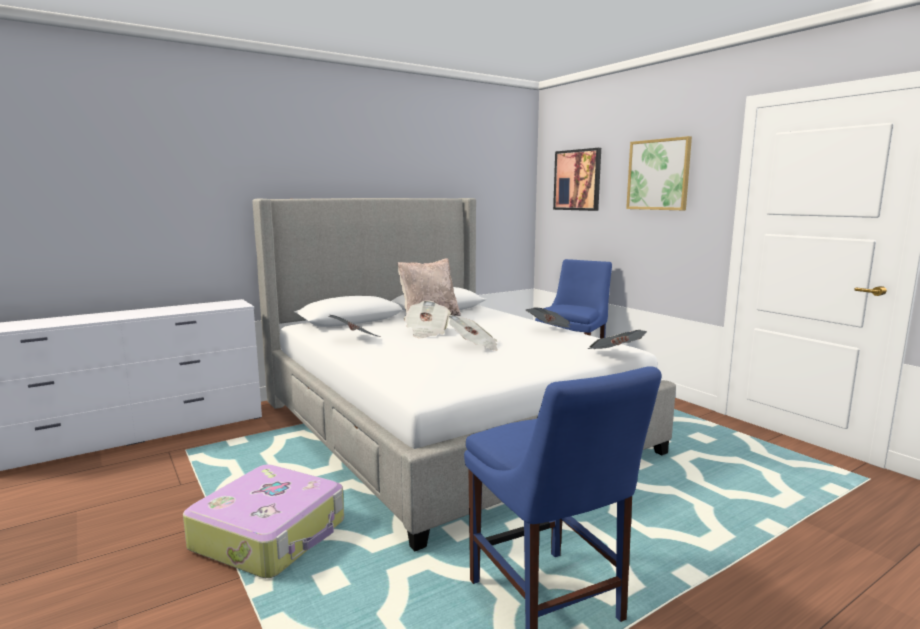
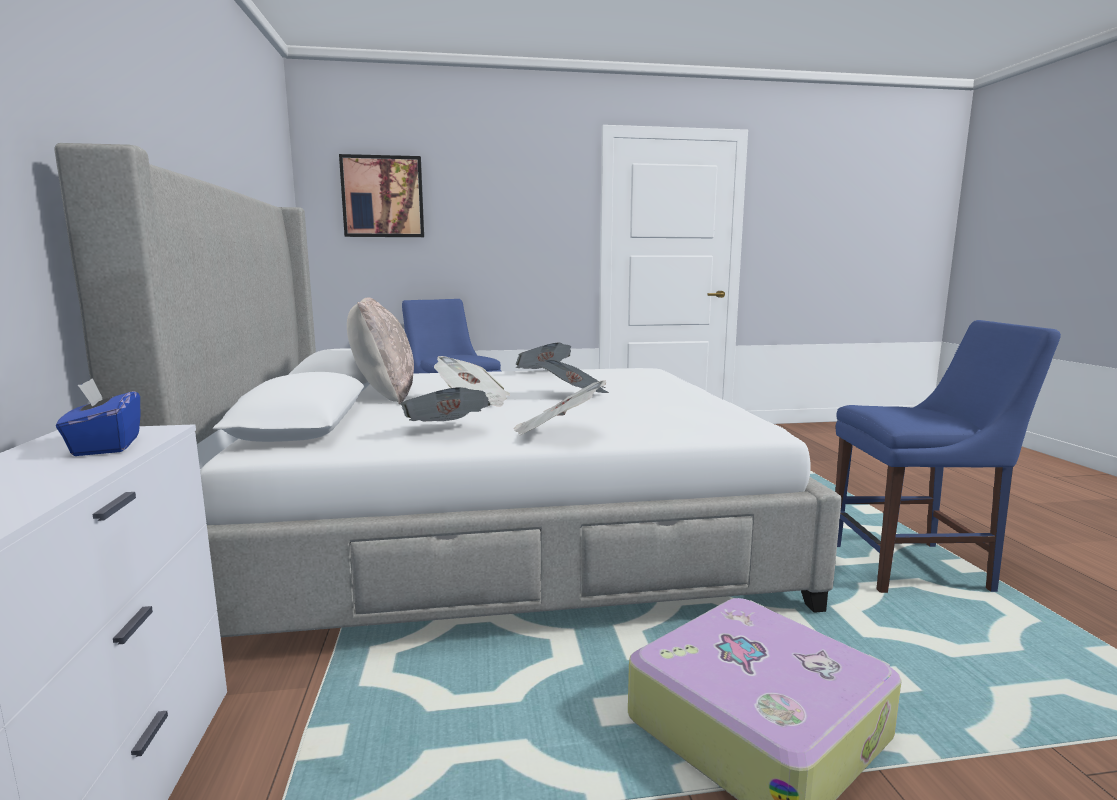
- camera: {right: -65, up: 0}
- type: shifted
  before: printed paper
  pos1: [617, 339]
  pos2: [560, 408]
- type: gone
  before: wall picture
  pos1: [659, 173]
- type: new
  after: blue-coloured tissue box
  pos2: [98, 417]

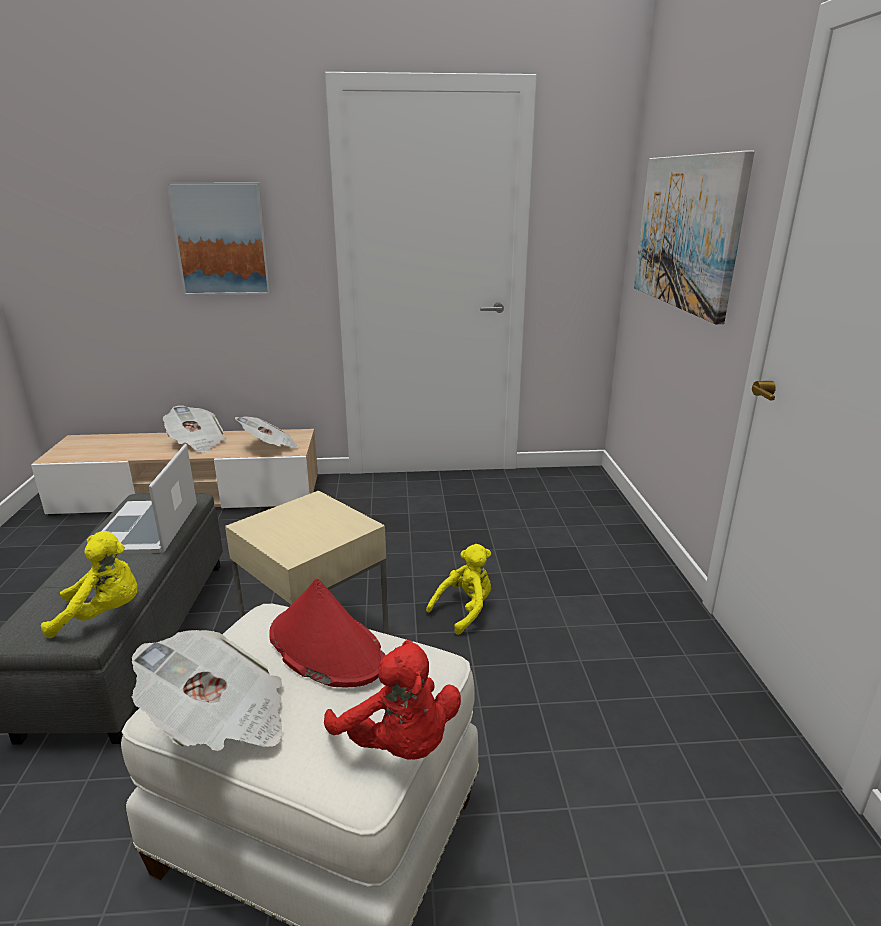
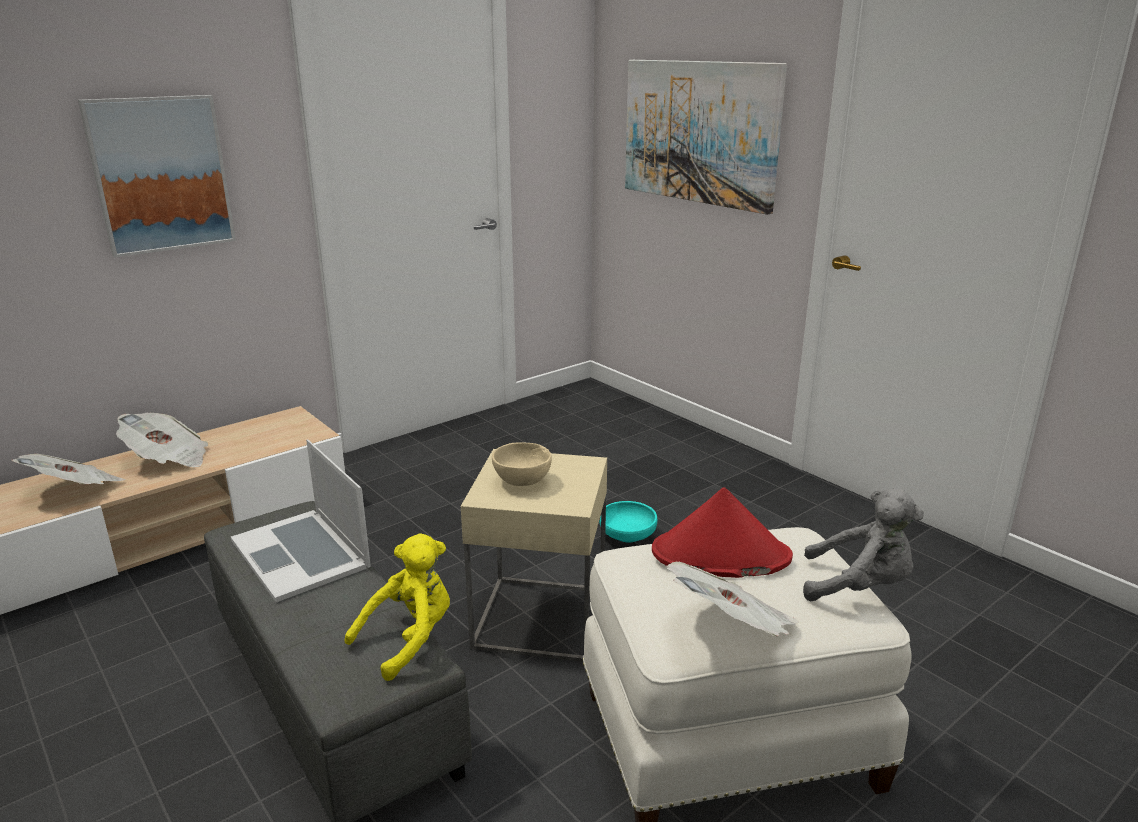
- camera: {right: -35, up: 0}
- type: shifted
  before: printed paper
  pos1: [267, 432]
  pos2: [68, 469]
- type: repainted
  before: reddish plush toy
  after: grey plush toy
  pos1: [392, 700]
  pos2: [863, 545]
- type: swapped
  before: yellowish plush toy
  after: turquoise deep dish
  pos1: [458, 589]
  pos2: [628, 521]
- type: new
  after: beige deep dish
  pos2: [522, 464]

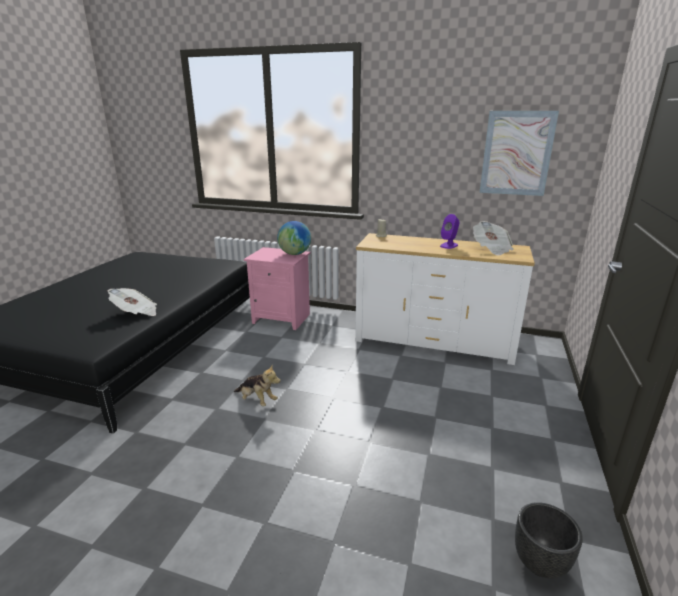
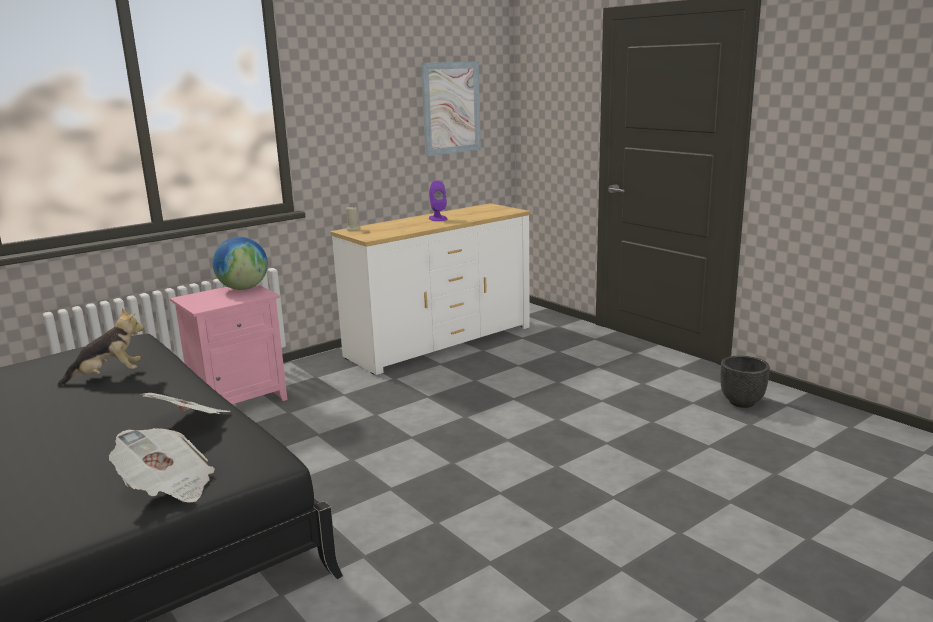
- camera: {right: -55, up: -5}
- type: shifted
  before: plush toy
  pos1: [257, 386]
  pos2: [101, 347]
- type: shifted
  before: printed paper
  pos1: [493, 238]
  pos2: [162, 465]

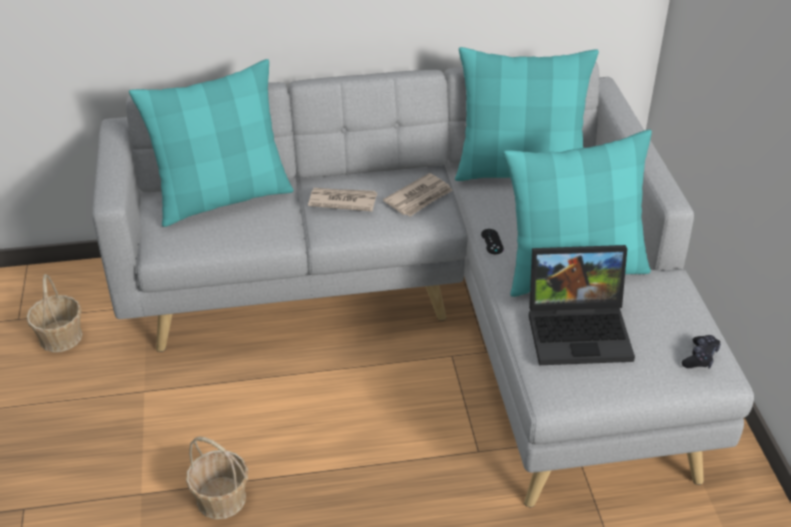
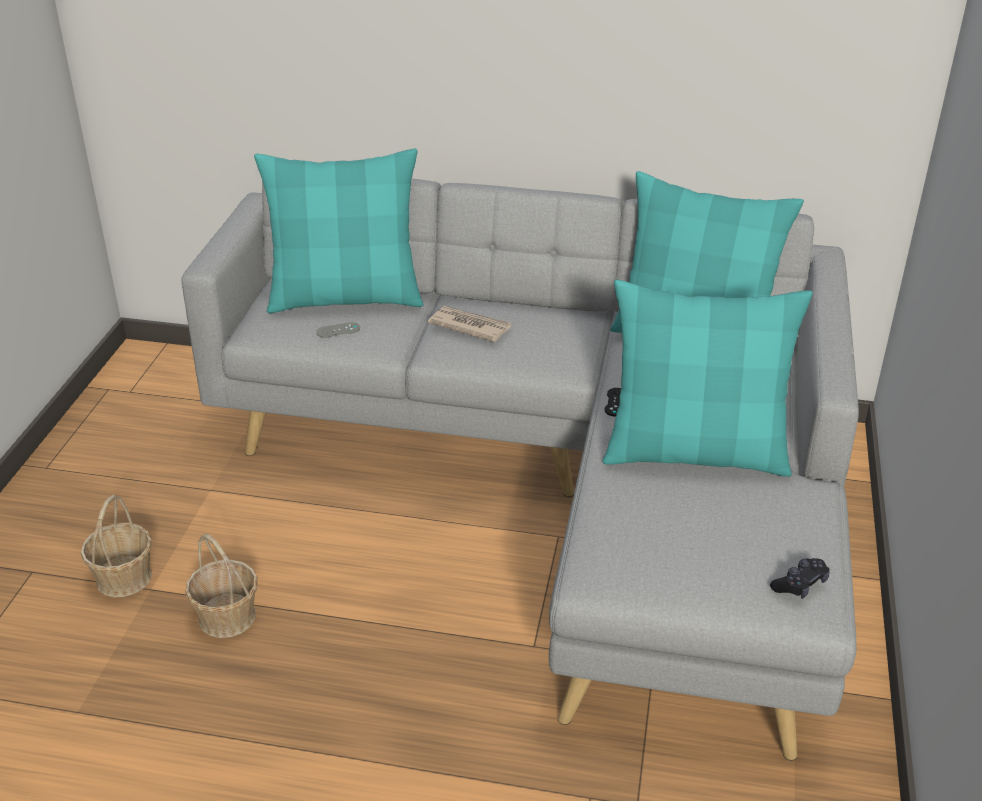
- camera: {right: 20, up: -5}
- type: shifted
  before: basket
  pos1: [55, 313]
  pos2: [116, 546]
- type: gone
  before: printed paper
  pos1: [418, 194]
- type: gone
  before: laptop
  pos1: [582, 305]
- type: new
  after: grey game controller
  pos2: [338, 330]

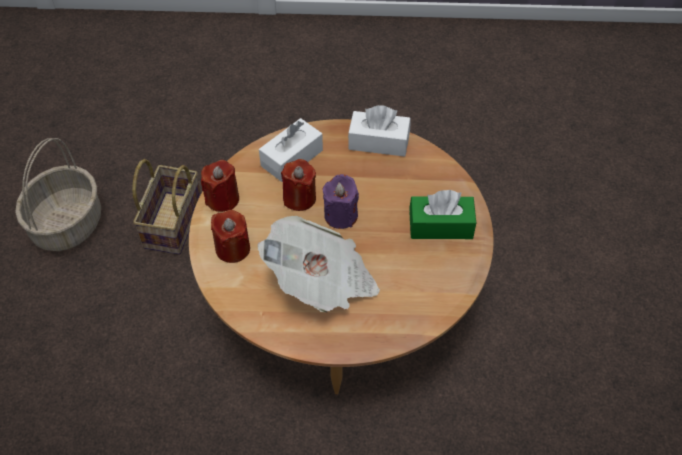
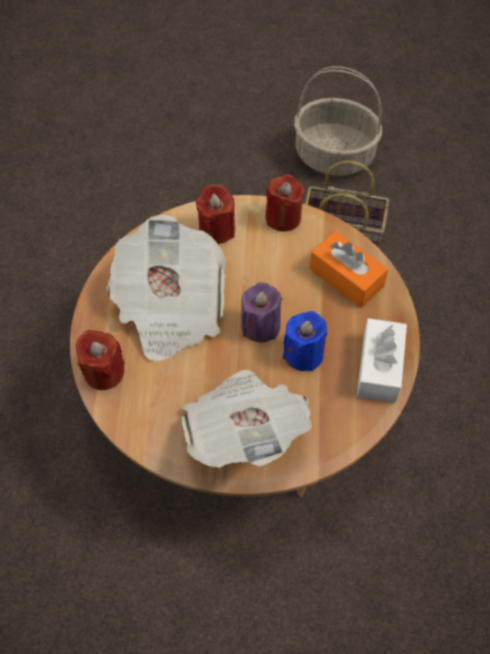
- camera: {right: 90, up: 5}
- type: repainted
  before: white tissue box
  after: orange-coloured tissue box
  pos1: [291, 150]
  pos2: [348, 269]
- type: shifted
  before: reddish candle
  pos1: [298, 185]
  pos2: [100, 360]
- type: swapped
  before: green-coloured tissue box
  after: printed paper
  pos1: [442, 214]
  pos2: [247, 419]
- type: new
  after: blue-coloured candle
  pos2: [305, 341]

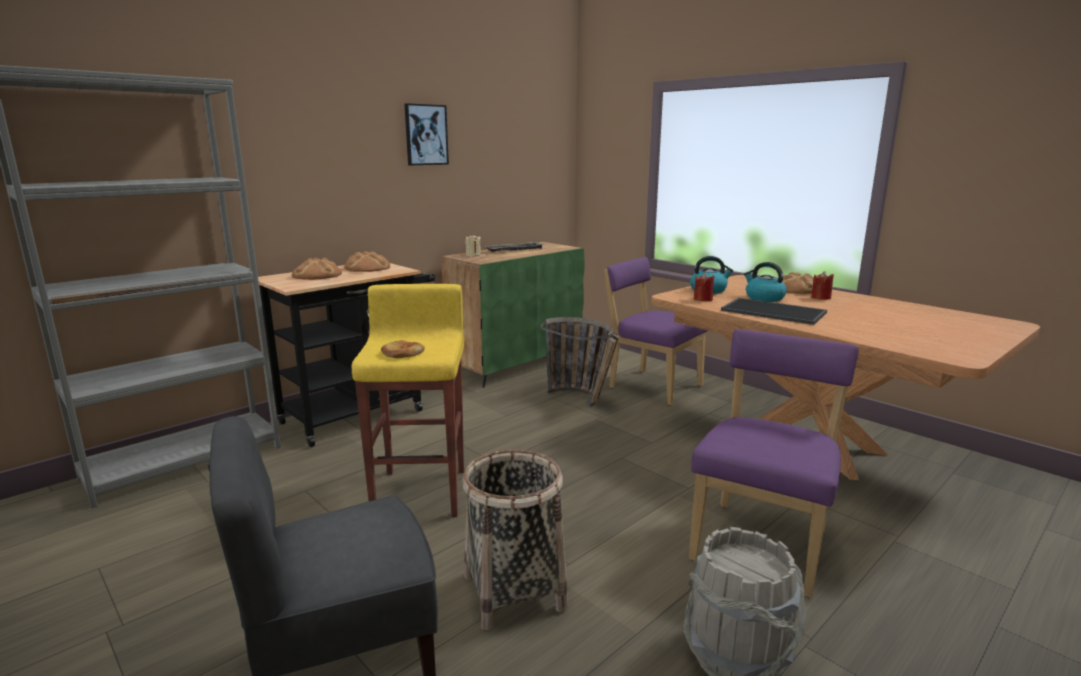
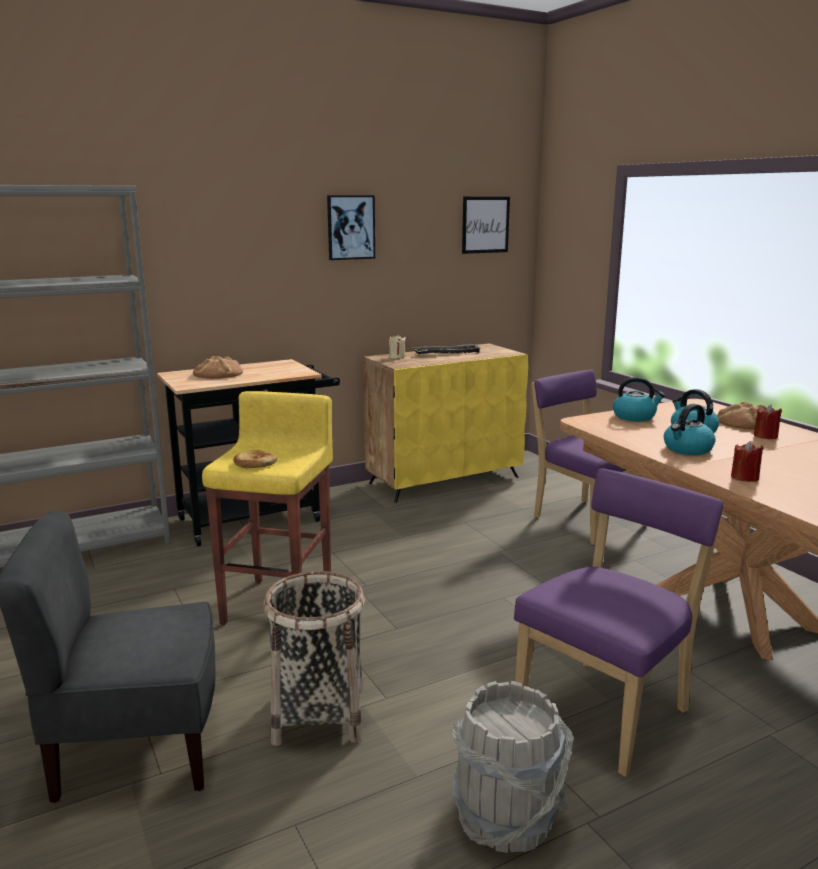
- camera: {right: 15, up: 0}
- type: gone
  before: bread
  pos1: [367, 261]
- type: repainted
  before: green-coloured cupboard
  after: yellowish cupboard
  pos1: [513, 315]
  pos2: [445, 423]
- type: gone
  before: basket
  pos1: [579, 362]
- type: shifted
  before: reddish candle
  pos1: [704, 287]
  pos2: [747, 461]
- type: swapped
  before: serving tray
  after: tea kettle
  pos1: [774, 311]
  pos2: [690, 429]
- type: new
  after: wall picture
  pos2: [486, 225]

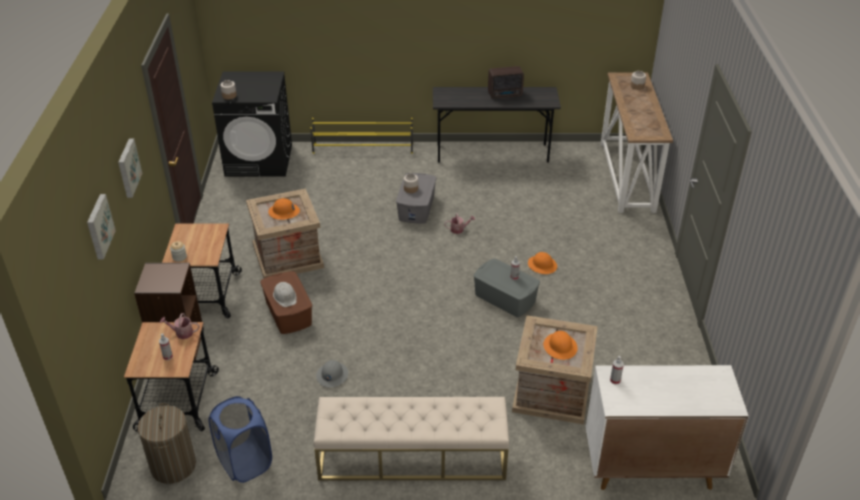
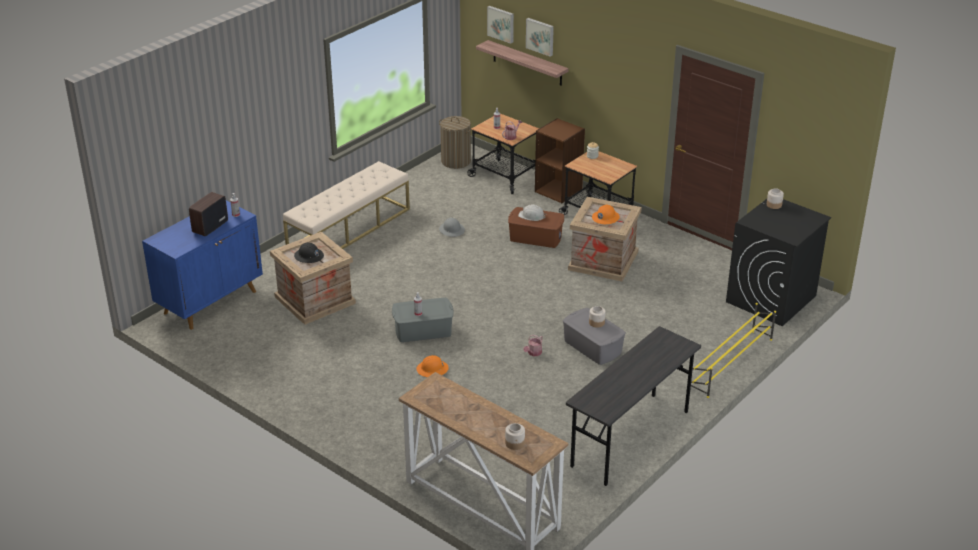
- camera: {right: 130, up: -5}
- type: shifted
  before: wall picture
  pos1: [130, 168]
  pos2: [500, 25]
- type: gone
  before: blue-coloured hamper
  pos1: [240, 439]
- type: shifted
  before: radio receiver
  pos1: [506, 82]
  pos2: [208, 214]
- type: repainted
  before: orange-coloured safety helmet
  after: black-coloured safety helmet
  pos1: [560, 345]
  pos2: [309, 253]
- type: repainted
  before: white cupboard
  after: blue-coloured cupboard
  pos1: [667, 427]
  pos2: [202, 265]
- type: new
  after: bracket shelf
  pos2: [522, 63]

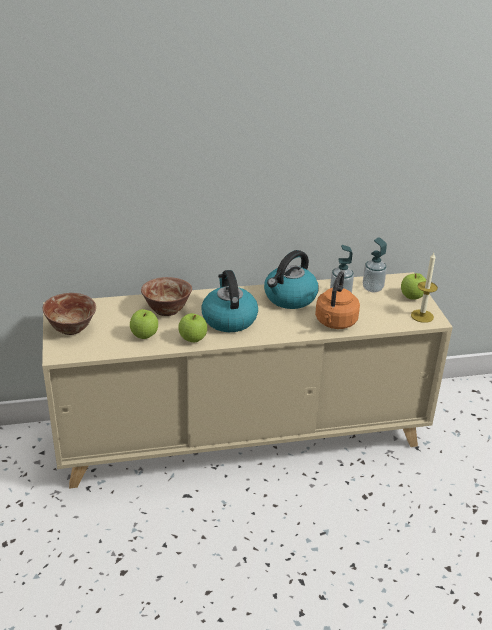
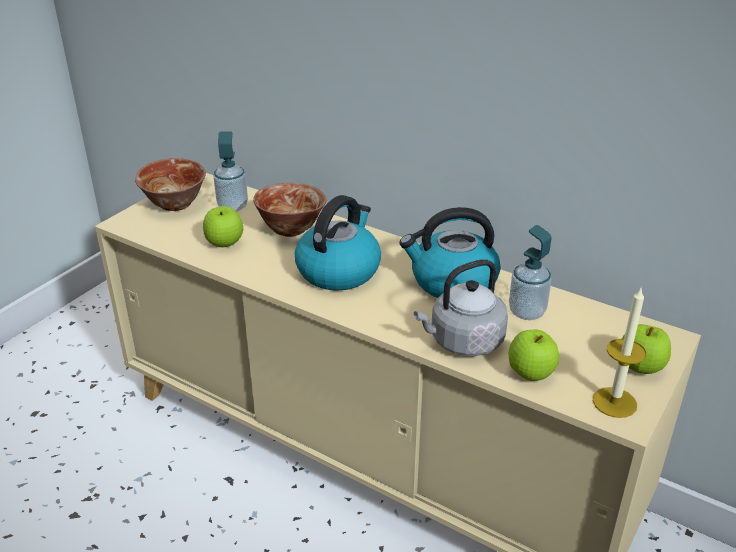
- camera: {right: 45, up: 0}
- type: shifted
  before: whole apple
  pos1: [192, 327]
  pos2: [534, 355]
- type: repainted
  before: orange-coloured tea kettle
  after: grey tea kettle
  pos1: [337, 300]
  pos2: [461, 307]
- type: shifted
  before: liquid soap bottle
  pos1: [375, 265]
  pos2: [230, 171]

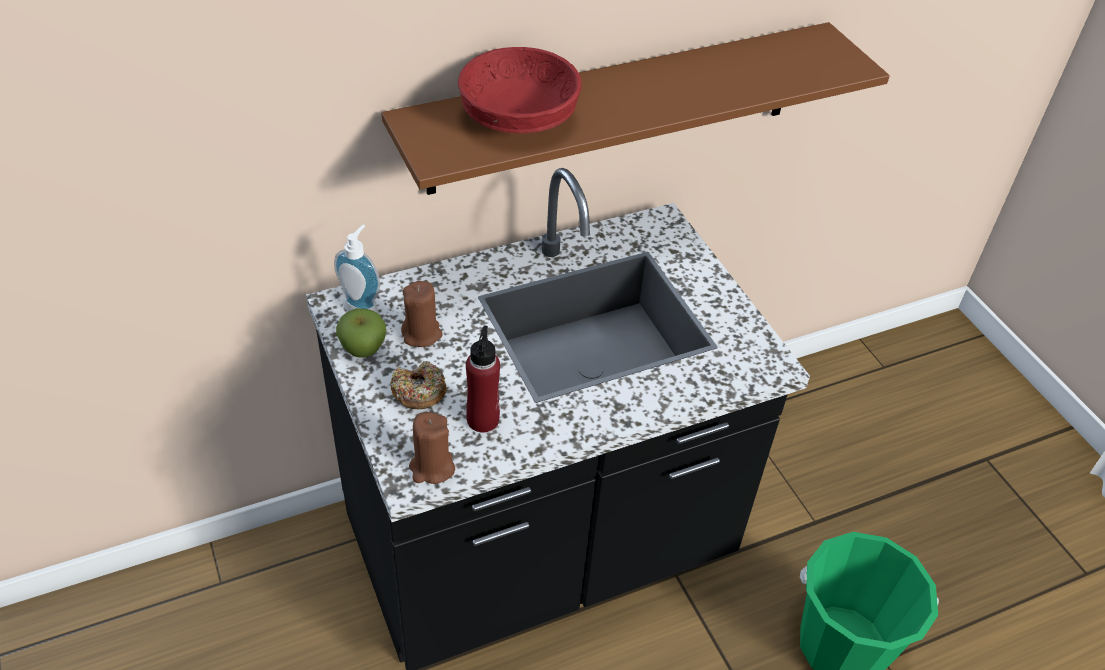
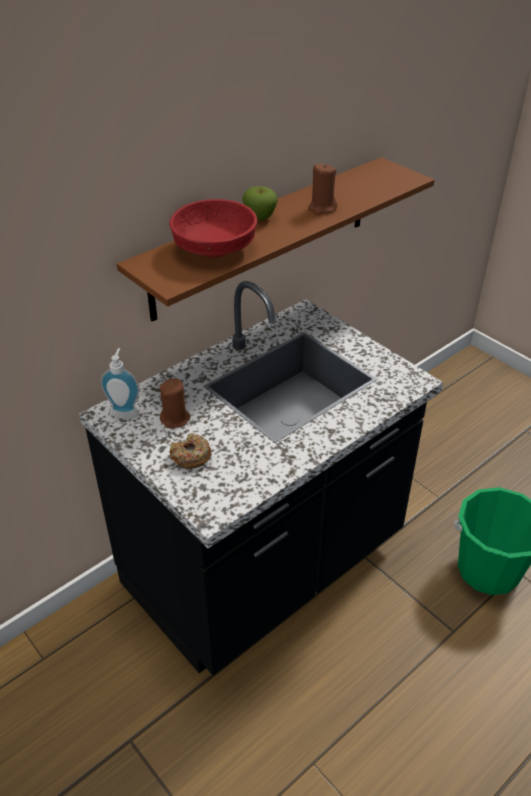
- camera: {right: -15, up: -5}
- type: shifted
  before: whole apple
  pos1: [361, 333]
  pos2: [260, 203]
- type: shifted
  before: brown candle
  pos1: [432, 448]
  pos2: [322, 189]
- type: gone
  before: reddish bottle
  pos1: [483, 379]

